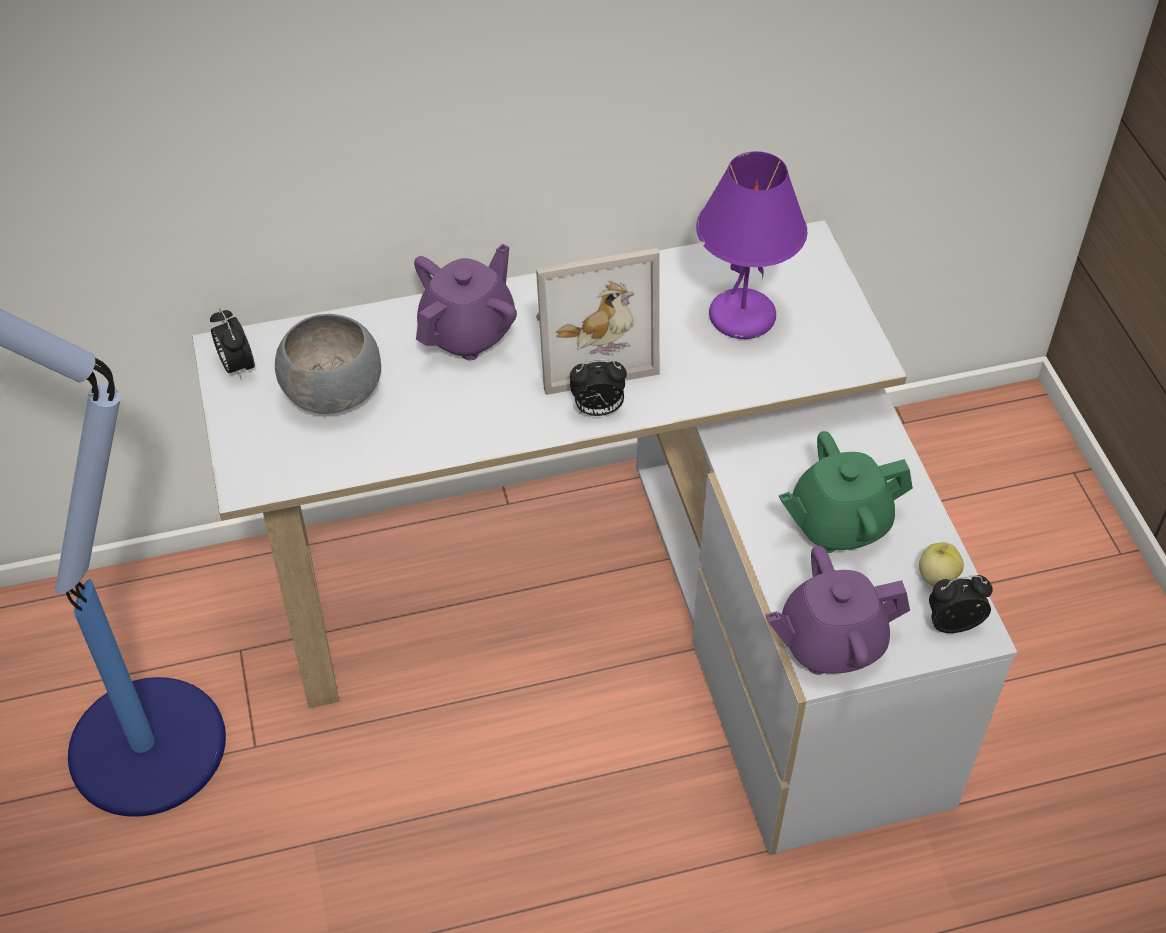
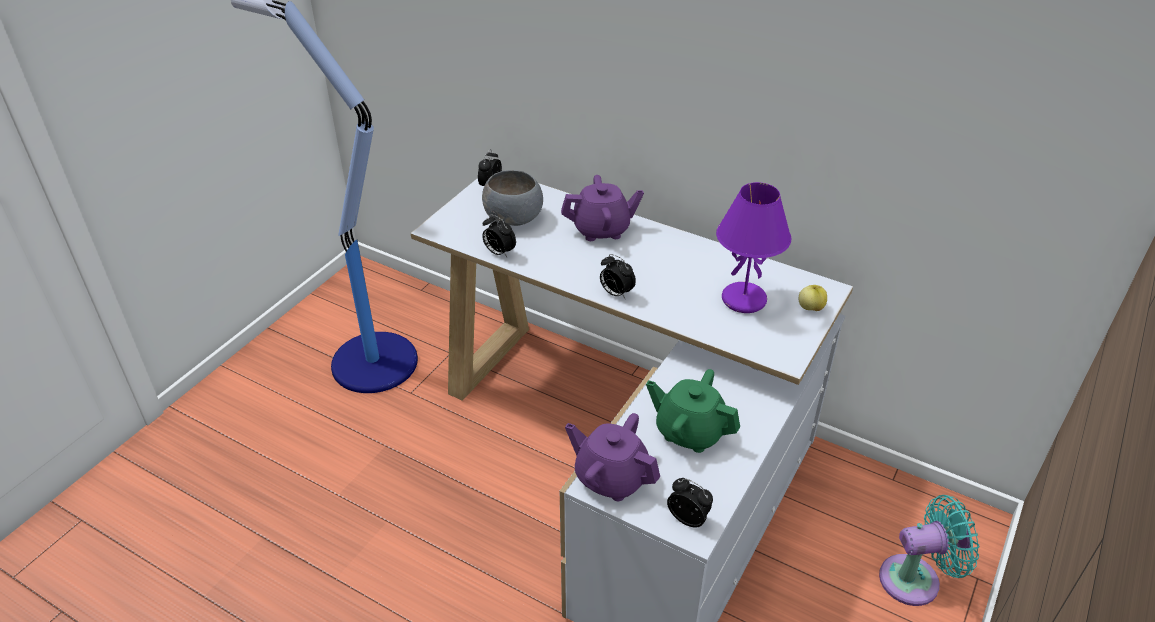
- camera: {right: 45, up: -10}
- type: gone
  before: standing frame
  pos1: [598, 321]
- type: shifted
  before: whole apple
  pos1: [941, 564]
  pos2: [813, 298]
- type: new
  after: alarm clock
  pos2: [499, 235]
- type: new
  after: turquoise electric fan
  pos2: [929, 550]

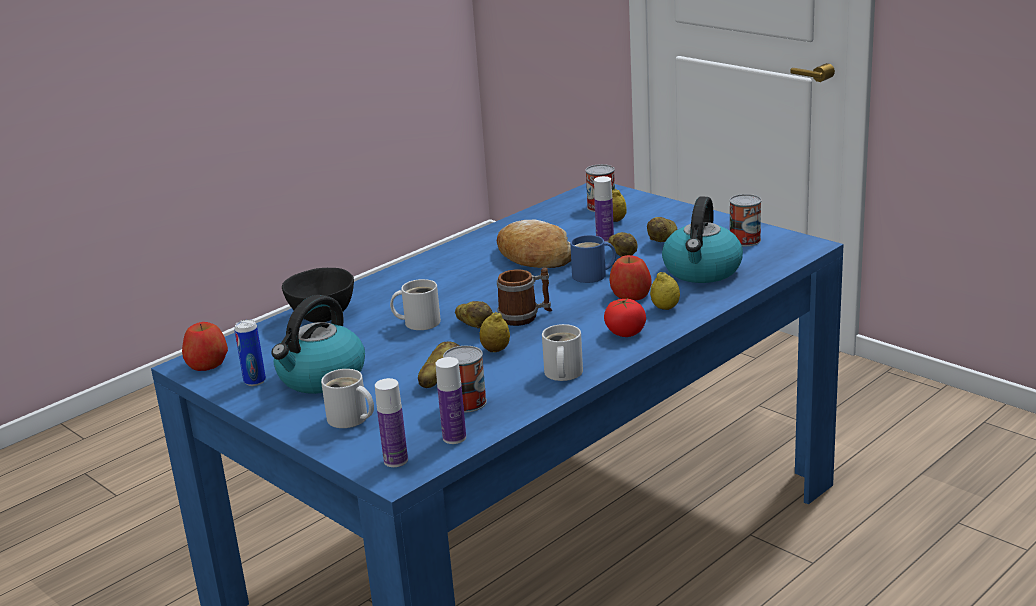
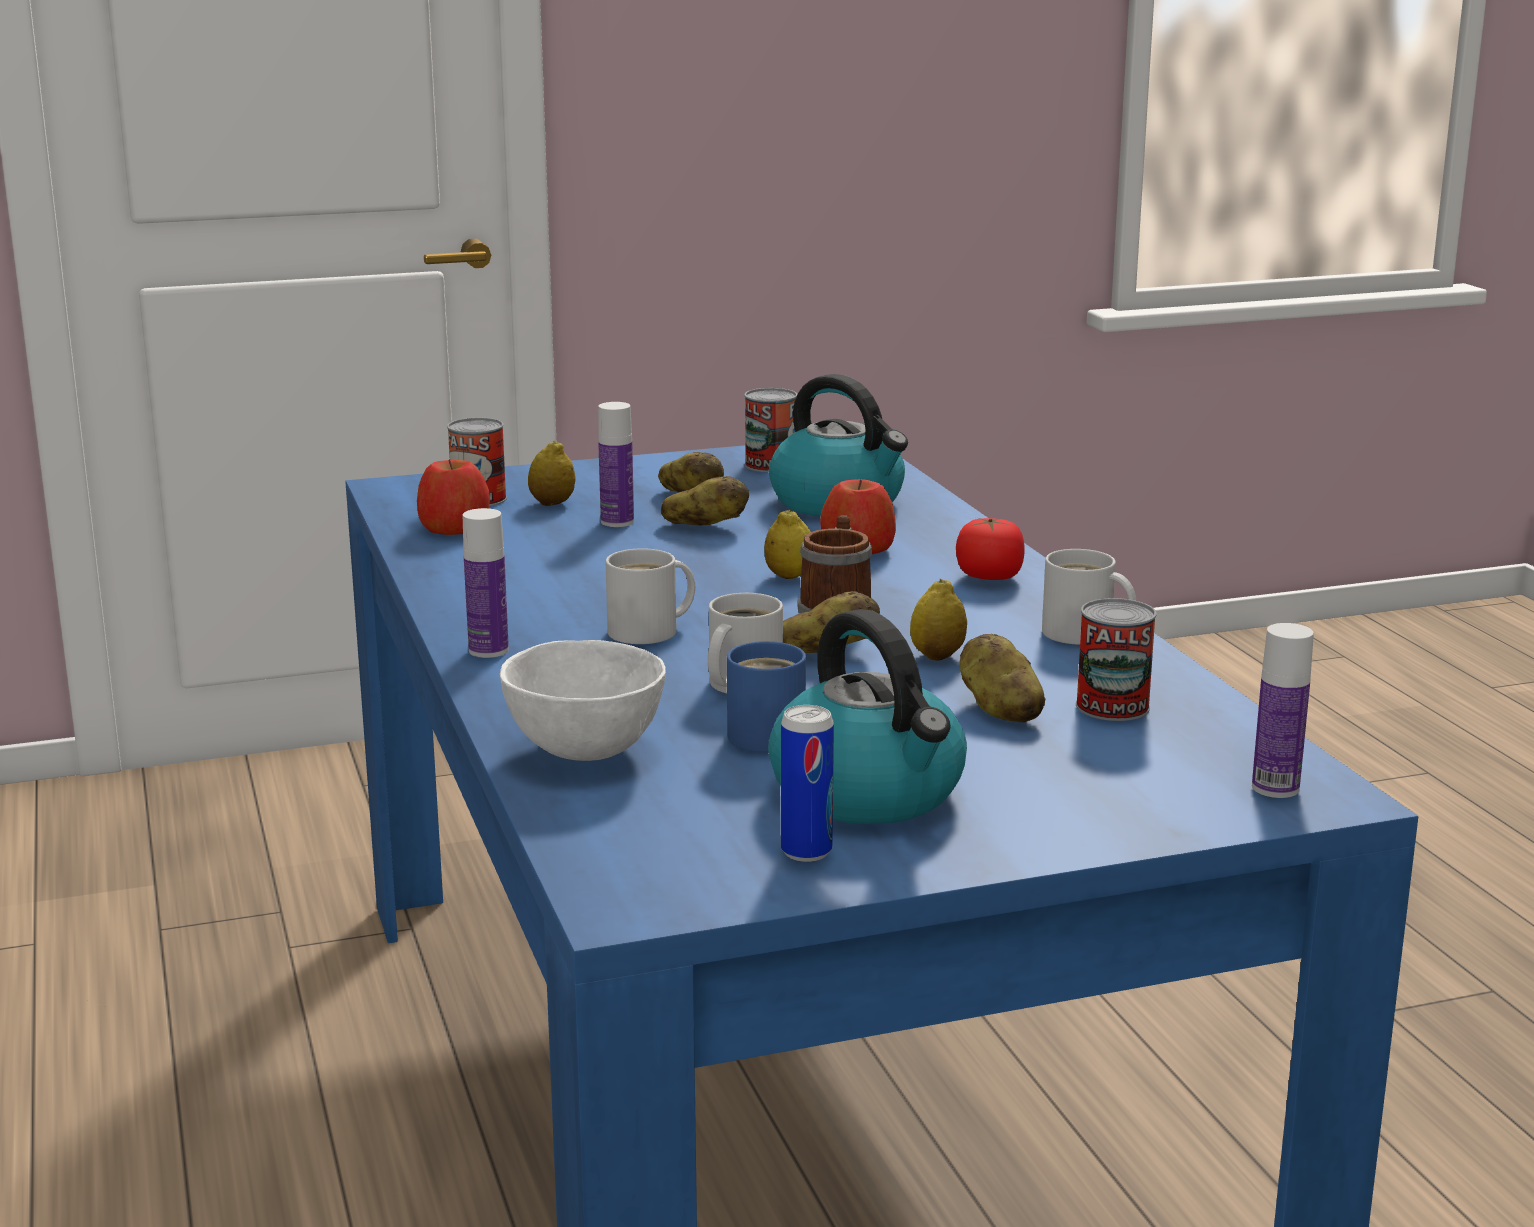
- camera: {right: -65, up: -5}
- type: shifted
  before: whole apple
  pos1: [205, 346]
  pos2: [453, 497]
- type: repainted
  before: black-coloured deep dish
  after: white deep dish
  pos1: [318, 295]
  pos2: [583, 700]
- type: shifted
  before: white mug
  pos1: [347, 398]
  pos2: [650, 596]
- type: shifted
  before: bottle
  pos1: [450, 400]
  pos2: [486, 583]
- type: gone
  before: bread
  pos1: [534, 244]
- type: shifted
  before: blue-coloured mug
  pos1: [593, 259]
  pos2: [766, 696]
- type: shifted
  before: citrus fruit
  pos1: [665, 291]
  pos2: [787, 544]

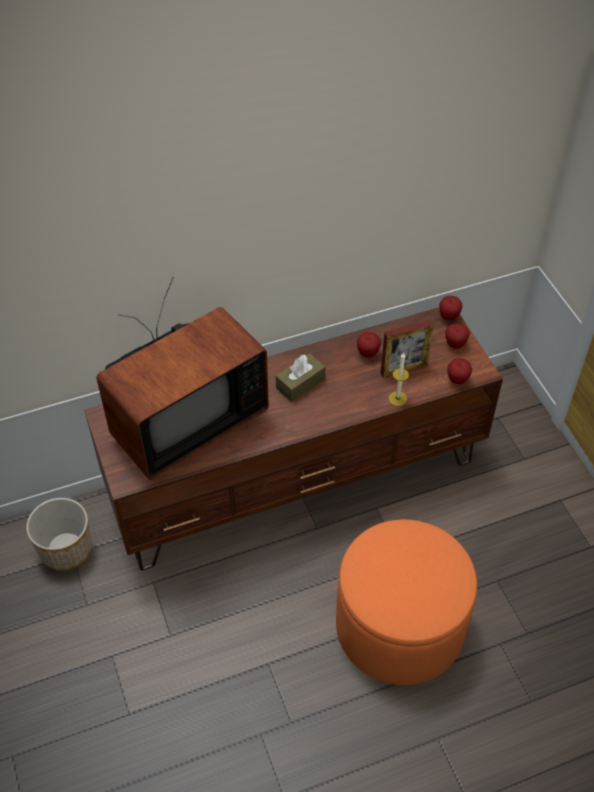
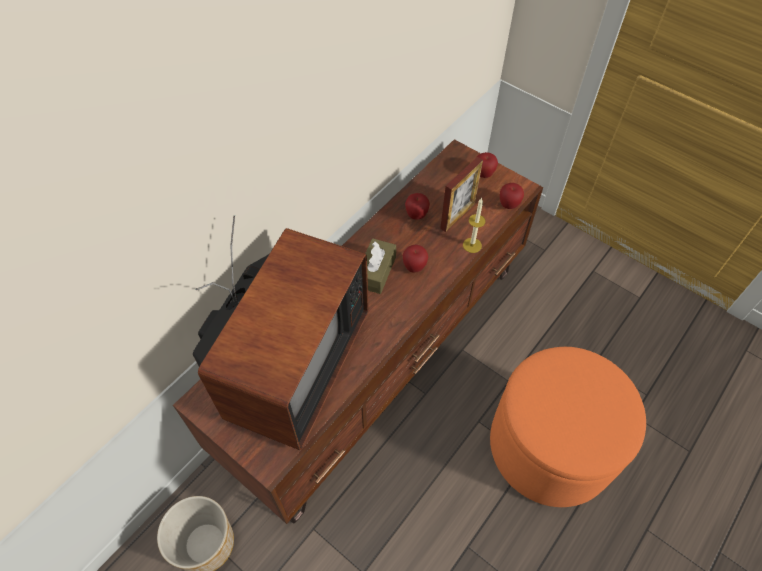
- camera: {right: -30, up: 5}
- type: shifted
  before: whole apple
  pos1: [451, 308]
  pos2: [415, 258]

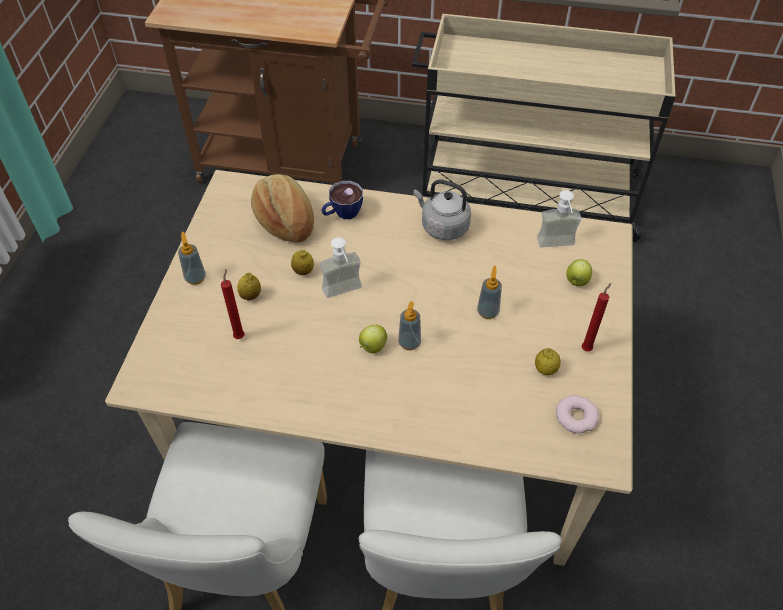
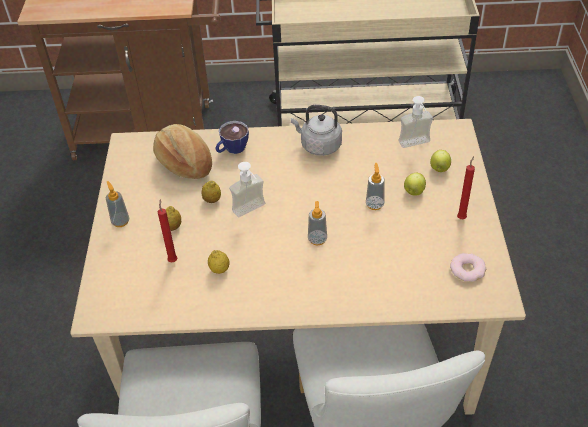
- camera: {right: -10, up: -5}
- type: shifted
  before: whole apple
  pos1: [373, 339]
  pos2: [415, 184]
- type: shifted
  before: citrus fruit
  pos1: [548, 361]
  pos2: [219, 262]

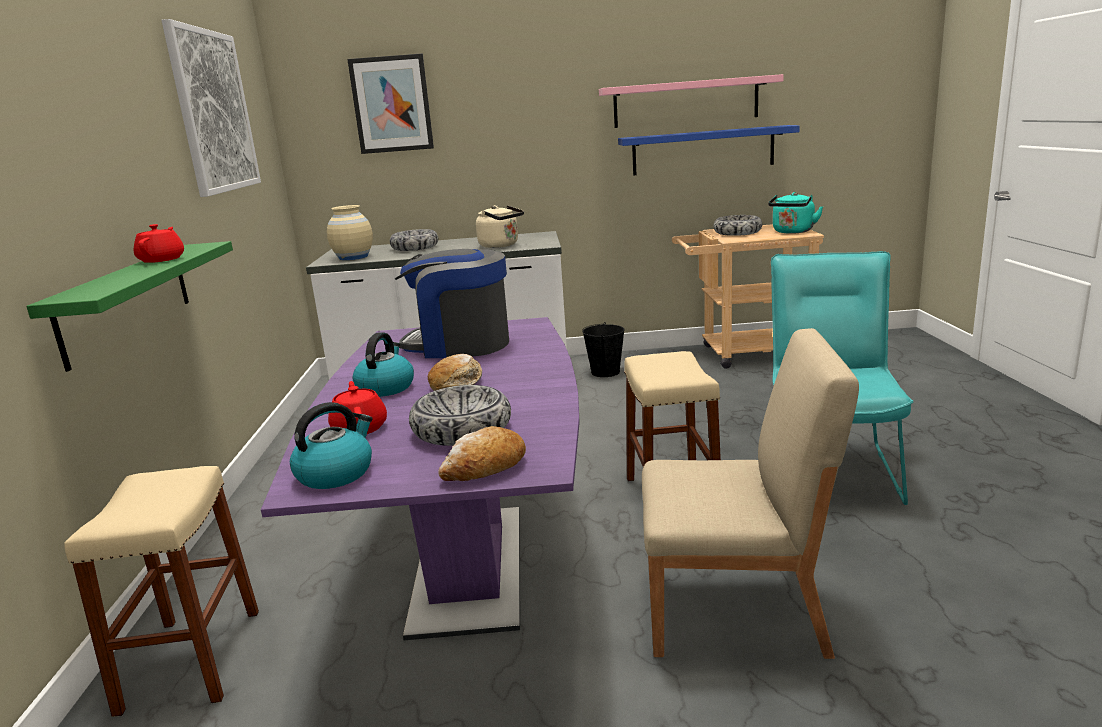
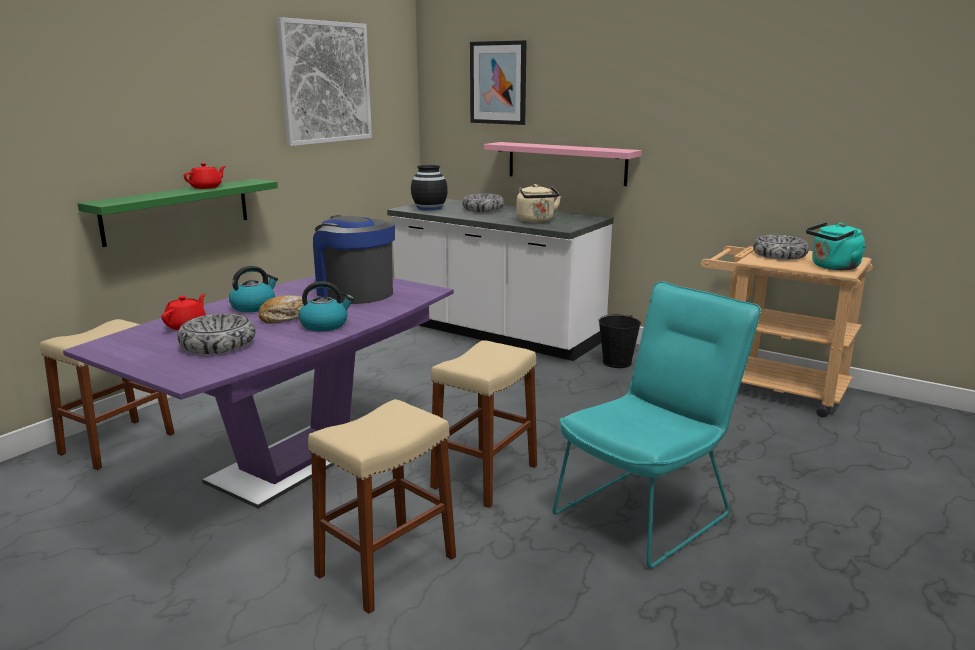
- camera: {right: 35, up: 0}
- type: shifted
  before: tea kettle
  pos1: [331, 445]
  pos2: [326, 306]
- type: repainted
  before: beige flower vase
  after: black-coloured flower vase
  pos1: [350, 232]
  pos2: [429, 188]
- type: gone
  before: bread
  pos1: [482, 453]
- type: shifted
  before: pink bracket shelf
  pos1: [691, 101]
  pos2: [563, 164]
- type: gone
  before: blue-coloured bracket shelf
  pos1: [709, 150]
- type: swapped
  before: beige upright chair
  after: beige stool
  pos1: [750, 493]
  pos2: [382, 506]

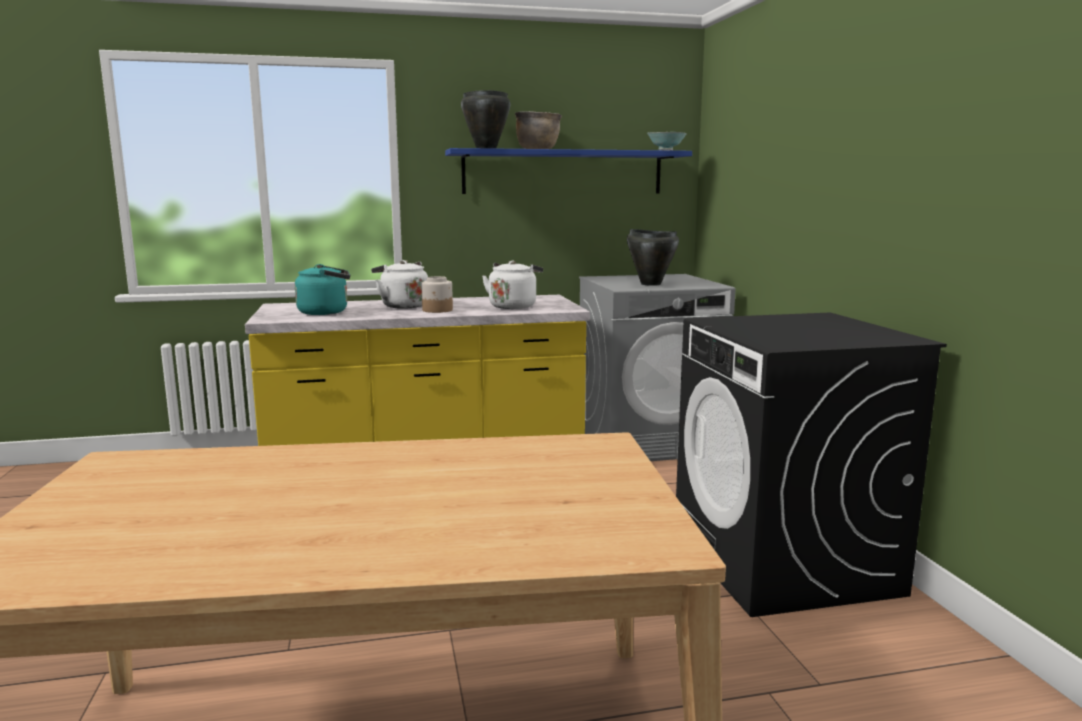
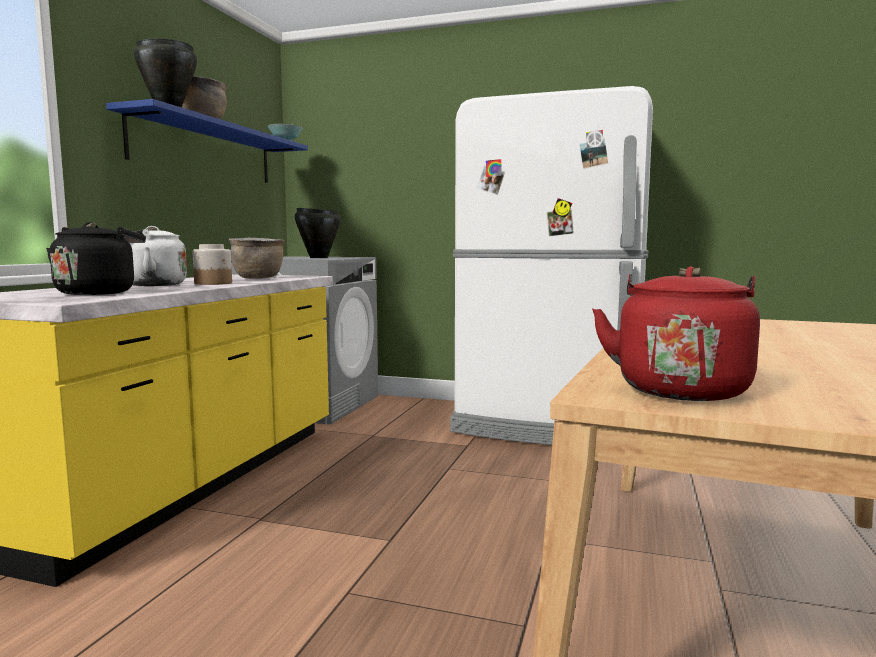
- camera: {right: -60, up: -5}
- type: repainted
  before: turquoise tea kettle
  after: black-coloured tea kettle
  pos1: [322, 289]
  pos2: [96, 258]
- type: swapped
  before: white tea kettle
  after: brown saucepot
  pos1: [512, 284]
  pos2: [256, 258]
- type: swapped
  before: black-coloured laundry machine
  after: white refrigerator
  pos1: [811, 464]
  pos2: [551, 265]
- type: new
  after: reddish tea kettle
  pos2: [676, 334]

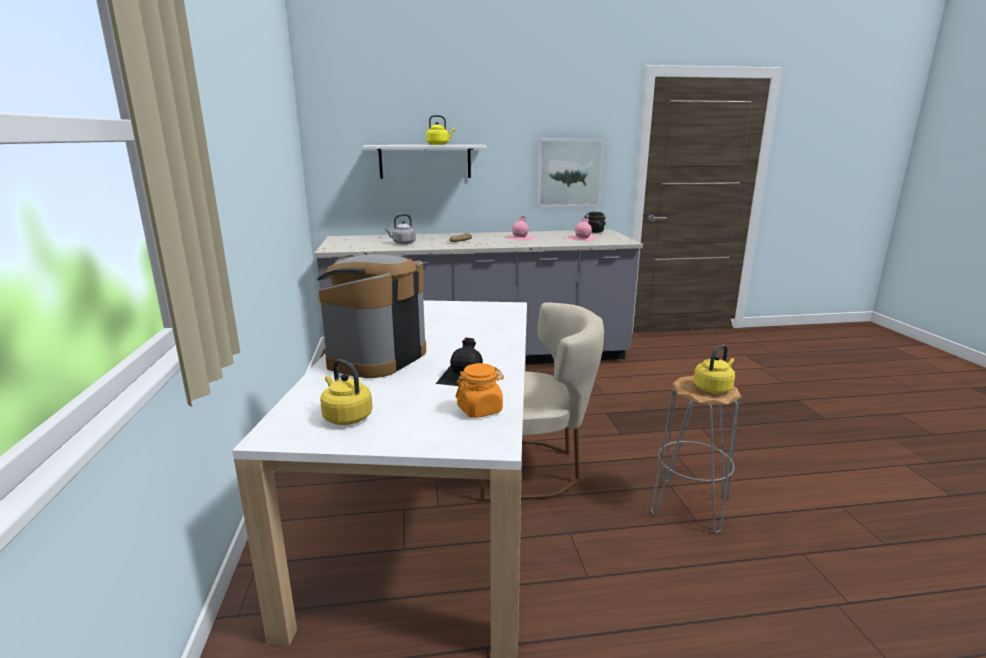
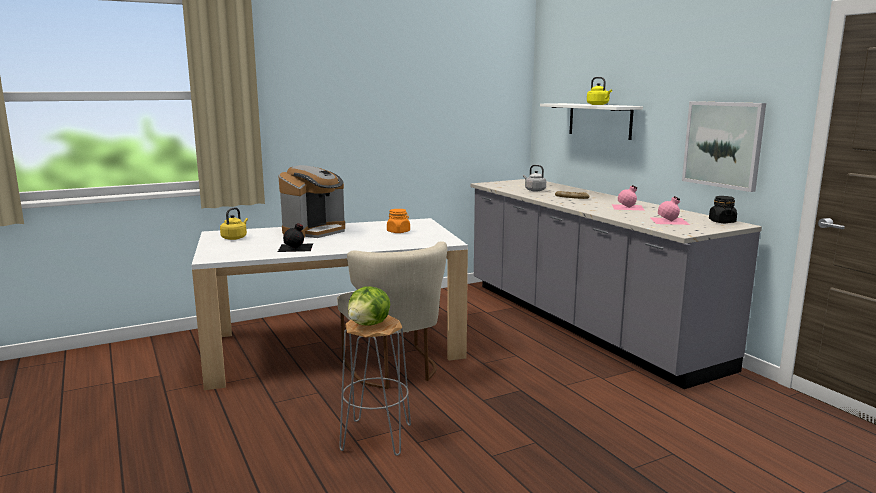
- camera: {right: 70, up: -5}
- type: rotated
  before: coffee maker
  pos1: [371, 316]
  pos2: [311, 201]
  turn: 120
- type: shifted
  before: orange-coloured preserve jar
  pos1: [480, 390]
  pos2: [398, 221]
- type: swapped
  before: yellowish tea kettle
  after: lettuce
  pos1: [714, 369]
  pos2: [369, 306]

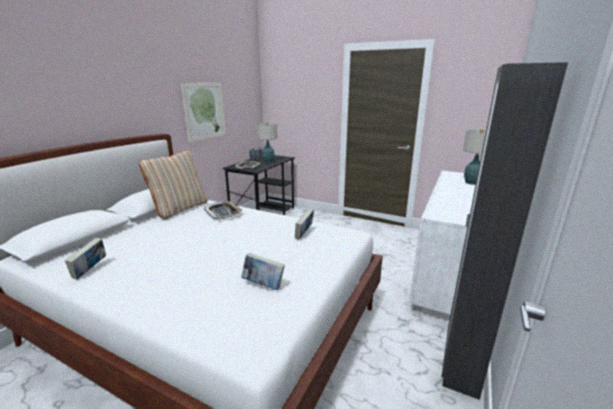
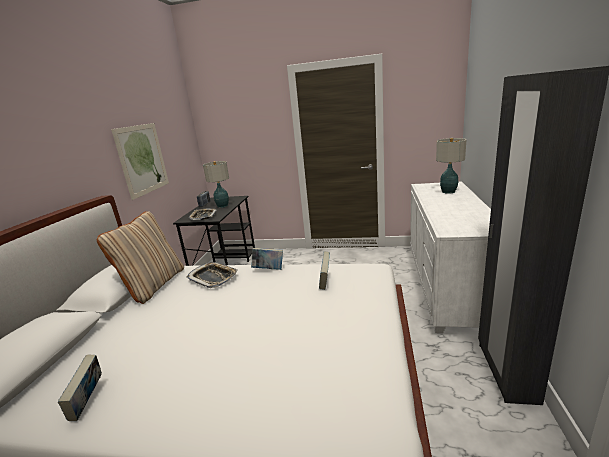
- camera: {right: -15, up: 0}
- type: shifted
  before: volume
  pos1: [263, 271]
  pos2: [267, 259]

